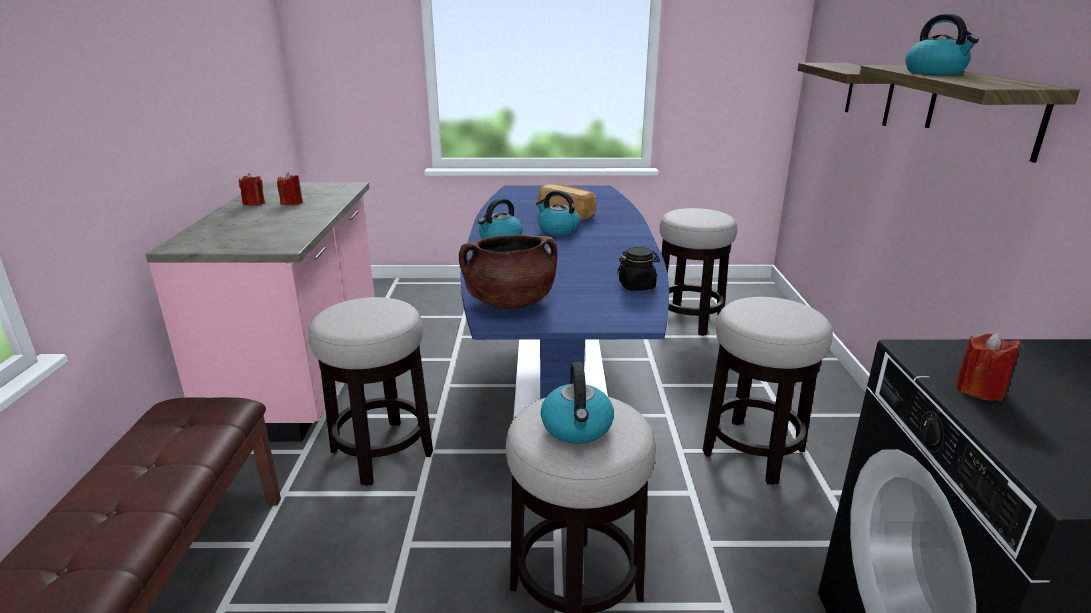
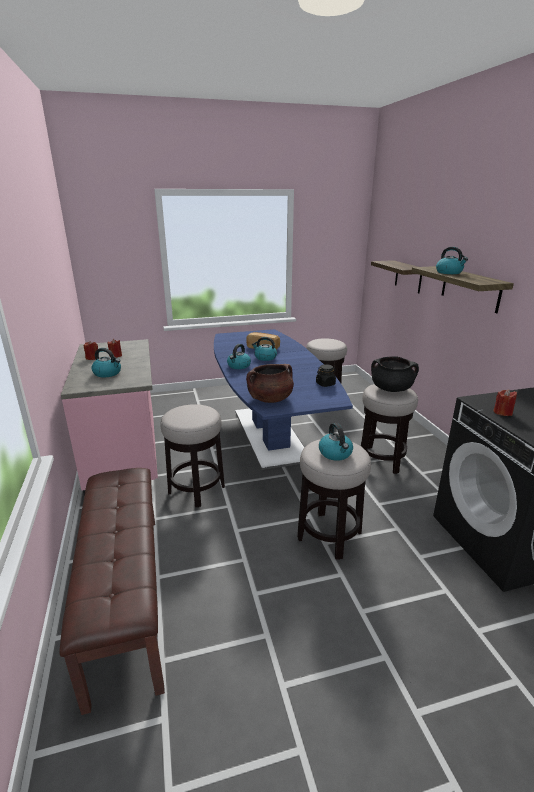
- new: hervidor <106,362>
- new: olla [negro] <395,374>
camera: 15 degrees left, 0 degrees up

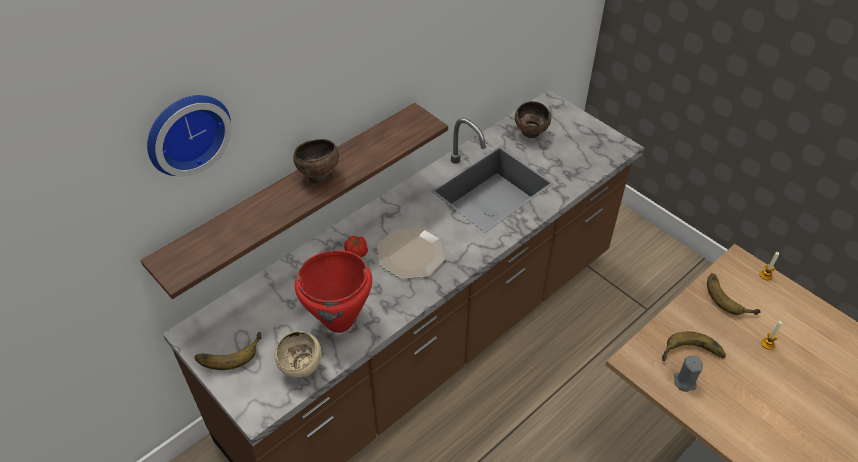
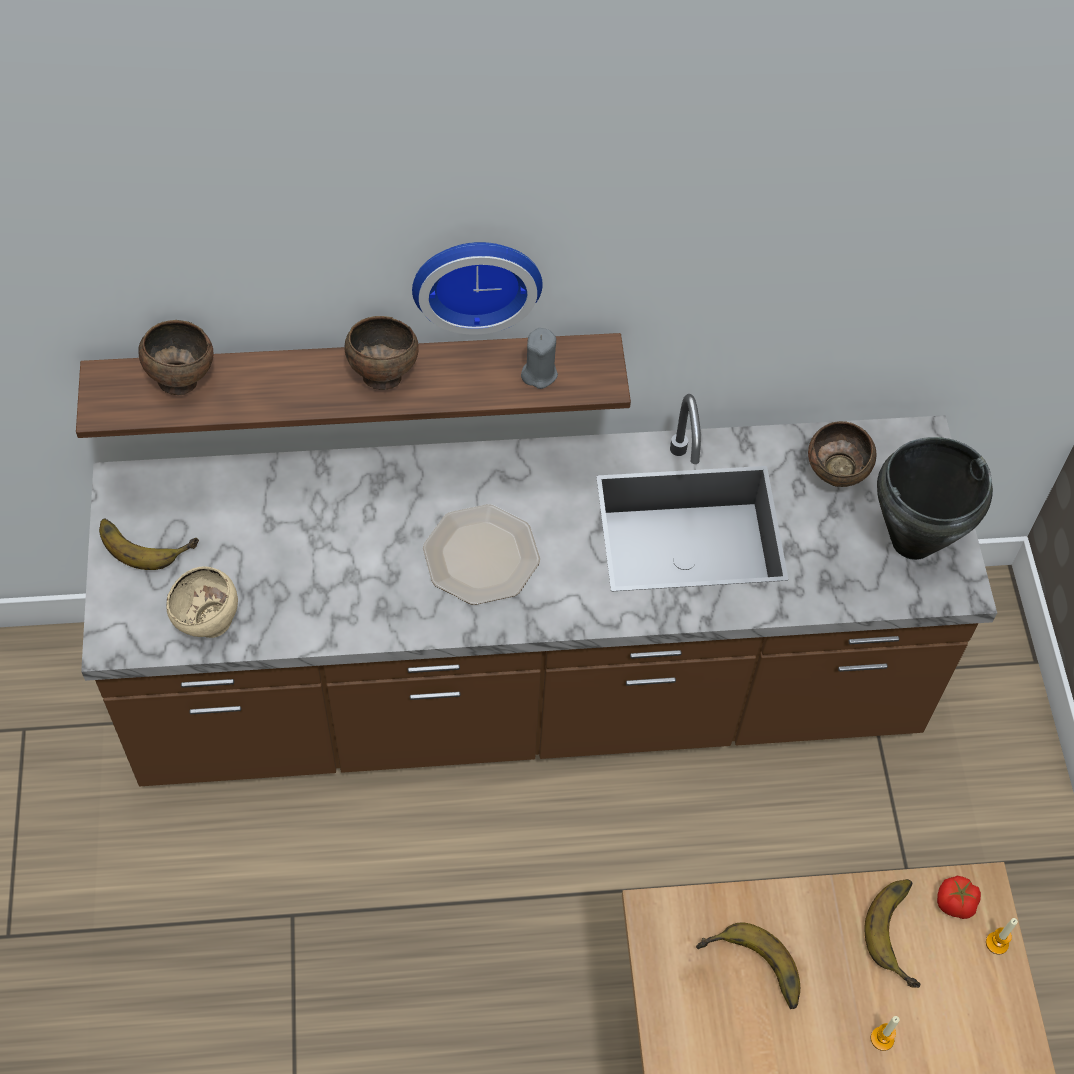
- gone: olla [rojo] <333,291>
- new: cuenco [marrón] <175,357>
- new: olla [negro] <935,498>
- shifted: reloj de pared <189,136> to <477,288>
- shifted: tomate <356,246> to <959,897>
- shifted: vela [gris] <688,373> to <539,358>
camera: 35 degrees right, 10 degrees up

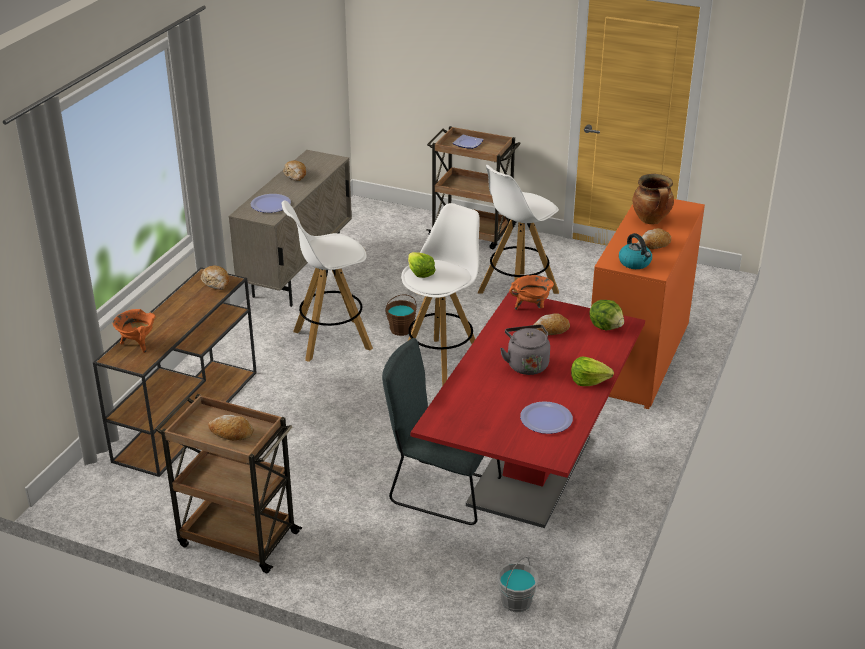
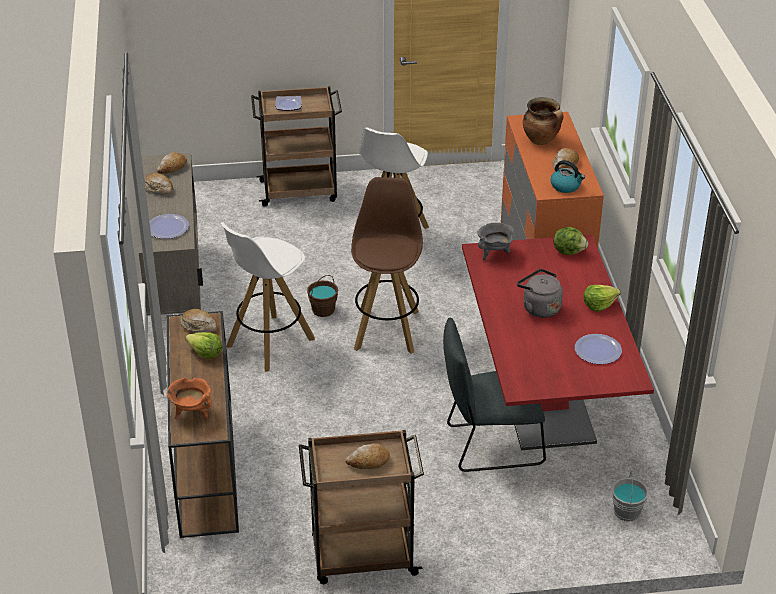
- shifted: lechuga <422,265> to <204,345>
- shifted: pan <551,324> to <172,163>
- repainted: taburete [blanco] <440,294> to taburete [marrón] <387,265>
- repainted: olla [naranja] <531,292> to olla [gris] <496,241>
camera: 30 degrees left, 5 degrees up

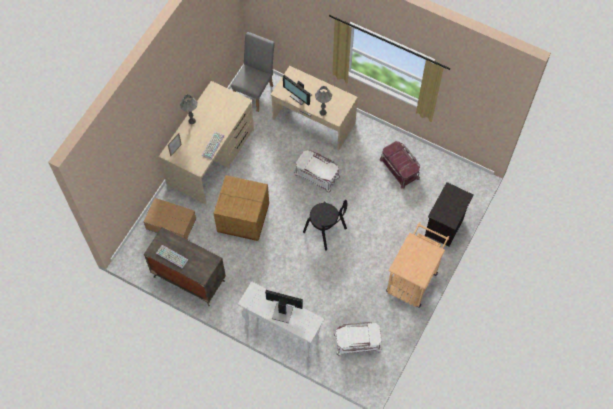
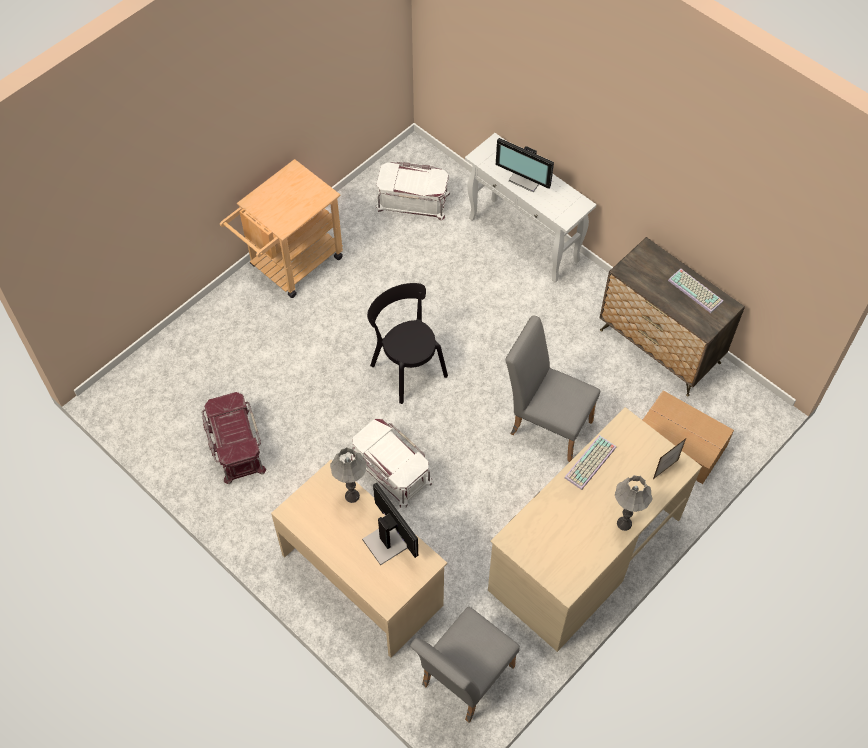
- gone: mesita de noche [negro] <449,214>
- swapped: caja de cartón <241,208> to silla [gris] <552,388>
camera: 165 degrees left, 5 degrees down

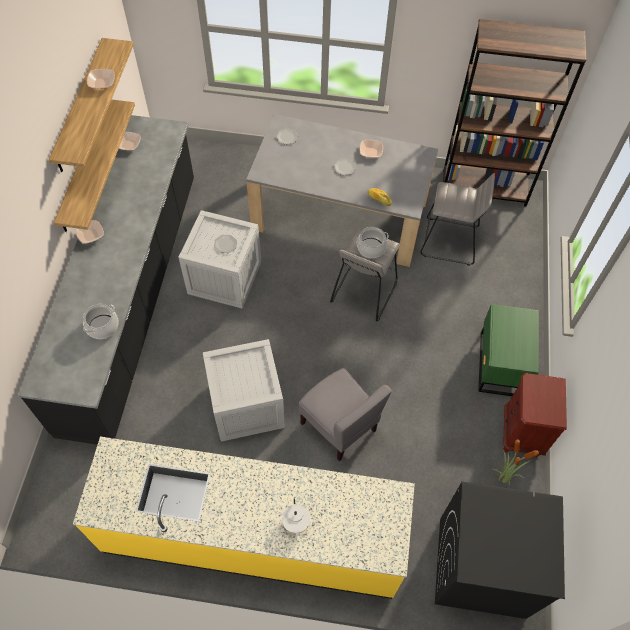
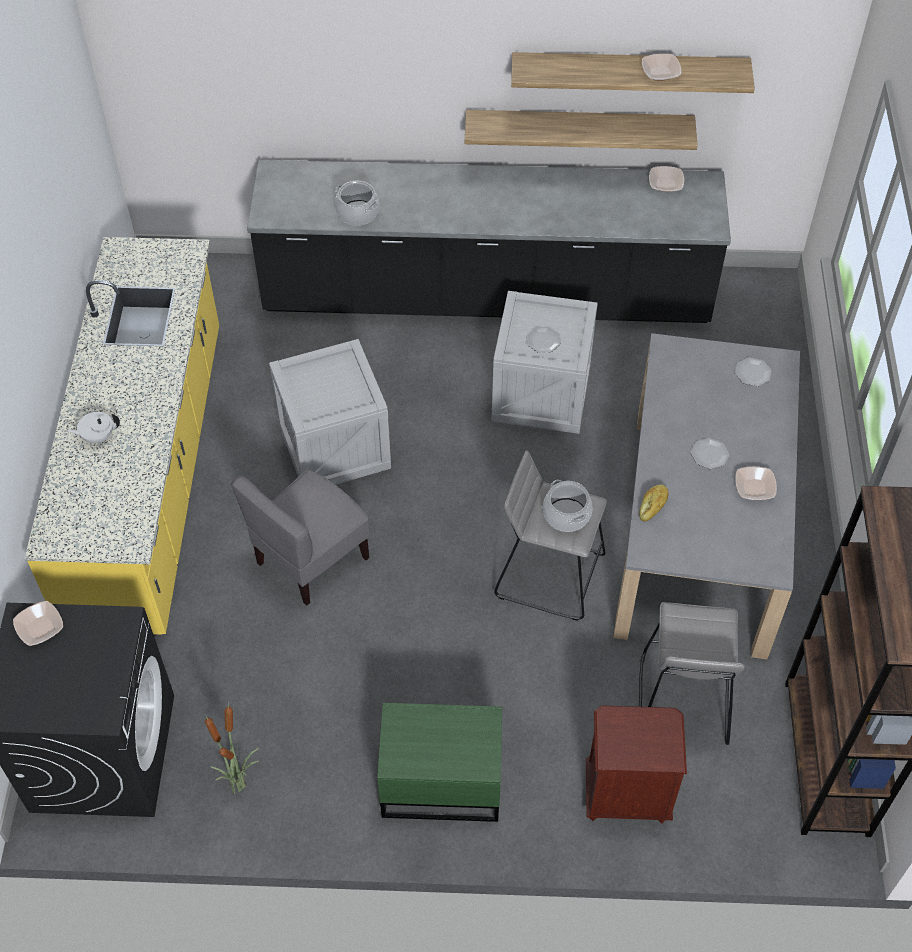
- shifted: cuenco <89,232> to <38,623>
- shifted: mesita de noche [marrón] <535,415> to <636,764>
camera: 85 degrees right, 5 degrees down

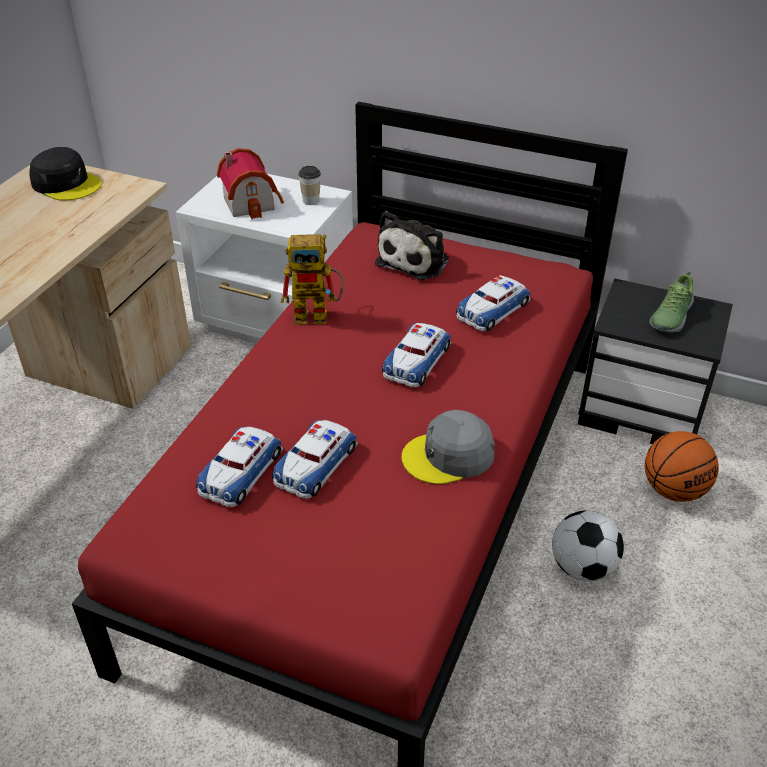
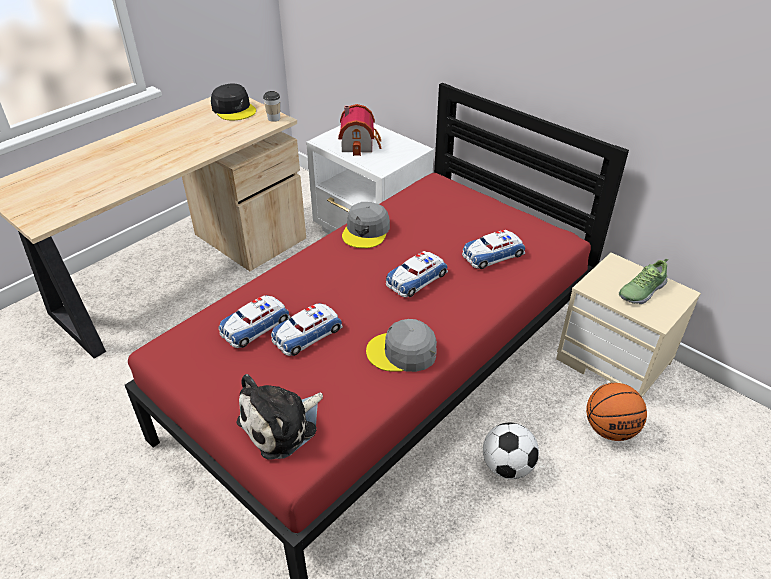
- shifted: taza <310,185> to <271,106>
- shifted: peluche <412,245> to <280,417>
- swapped: robot de juguete <312,279> to gorra [gris] <366,225>
- repainted: mesita de noche [negro] <655,361> to mesita de noche [beis] <628,325>
camera: 20 degrees right, 0 degrees up

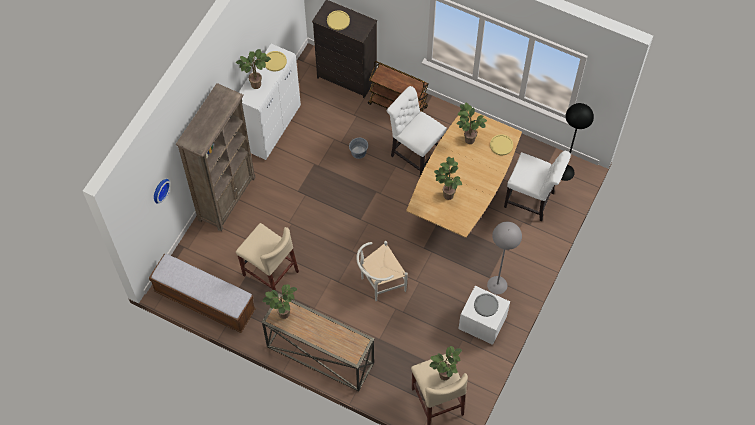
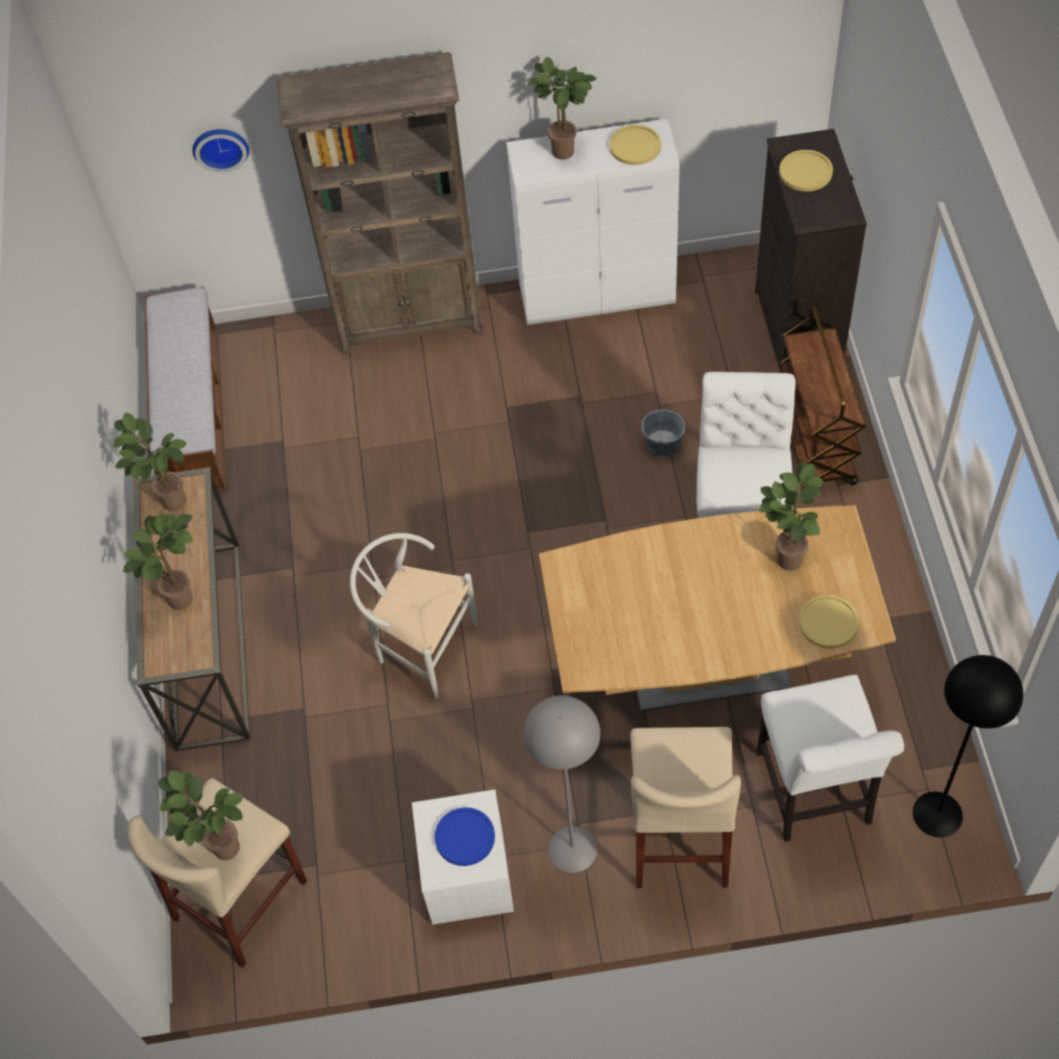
- shifted: taburete [beis] <267,257> to <685,807>
- shifted: planta en maceta <448,178> to <158,561>
- repainted: plato [gris] <486,305> to plato [azul] <465,836>
camera: 60 degrees right, 5 degrees down

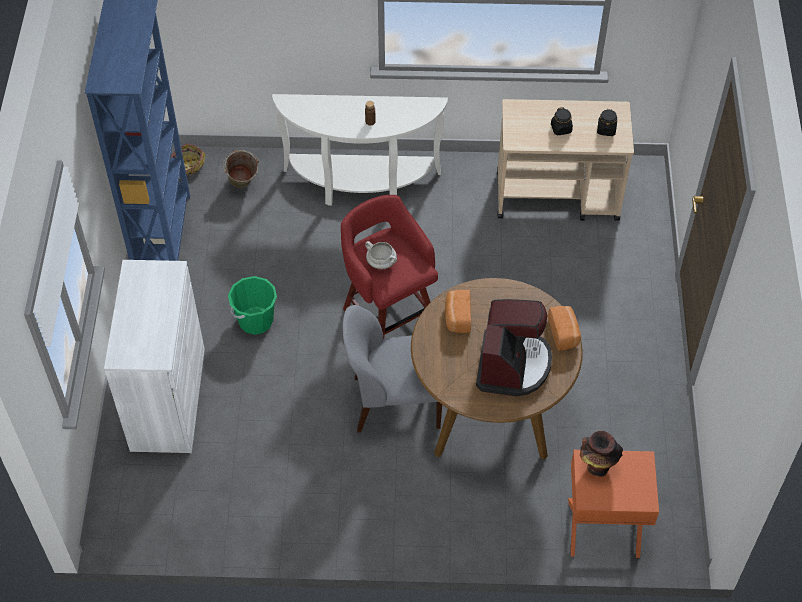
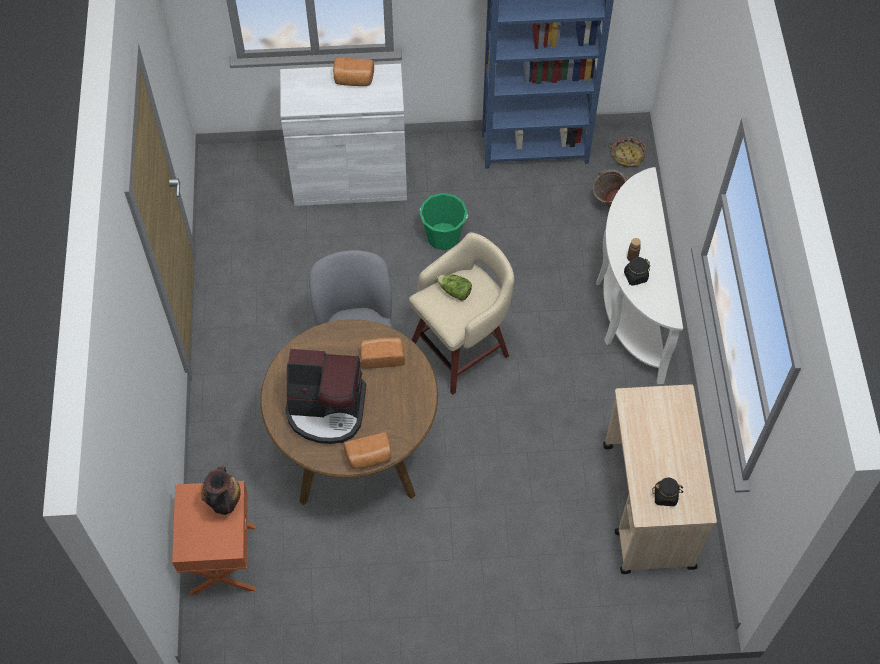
- new: pan <353,72>
- shifted: tarro [negro] <562,121> to <637,271>
- swapped: olla [blanco] <381,255> to lechuga <454,287>
- repainted: taburete [rojo] <389,267> to taburete [beis] <461,313>
camera: 85 degrees right, 5 degrees up

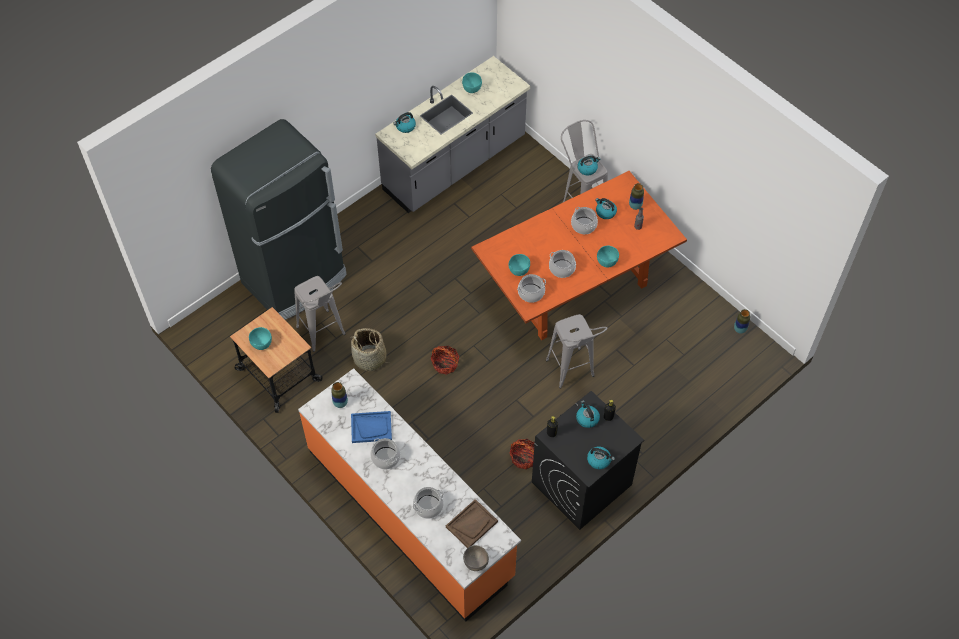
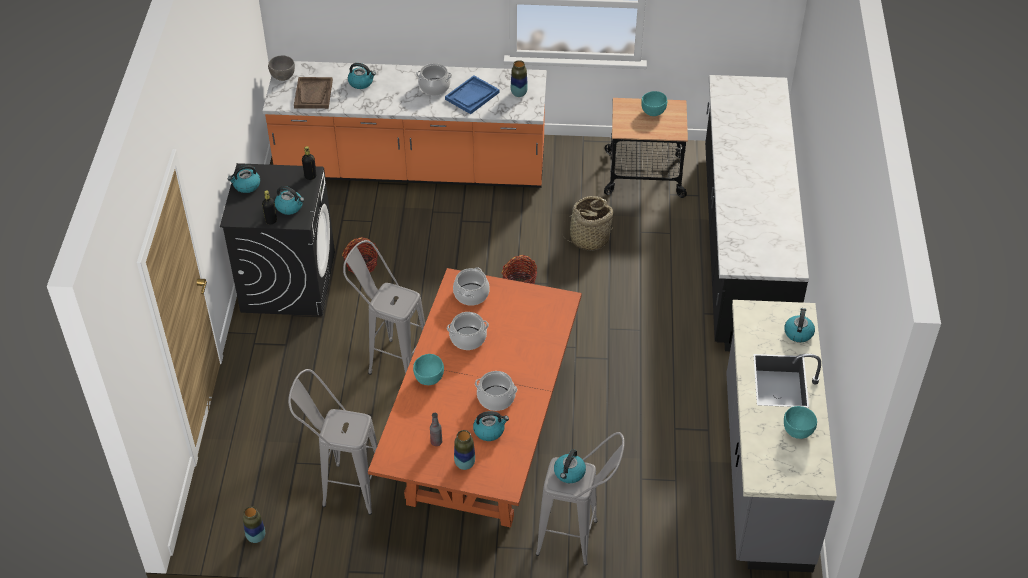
- gone: cuenco [turquesa] <519,265>
- shifted: taburete [gris] <320,314> to <333,442>
- swapped: nevera [negro] <279,219> to mueble bajo de cocina [negro] <757,213>
- swapped: olla <428,503> to hervidor <362,76>
camera: 135 degrees right, 10 degrees down

